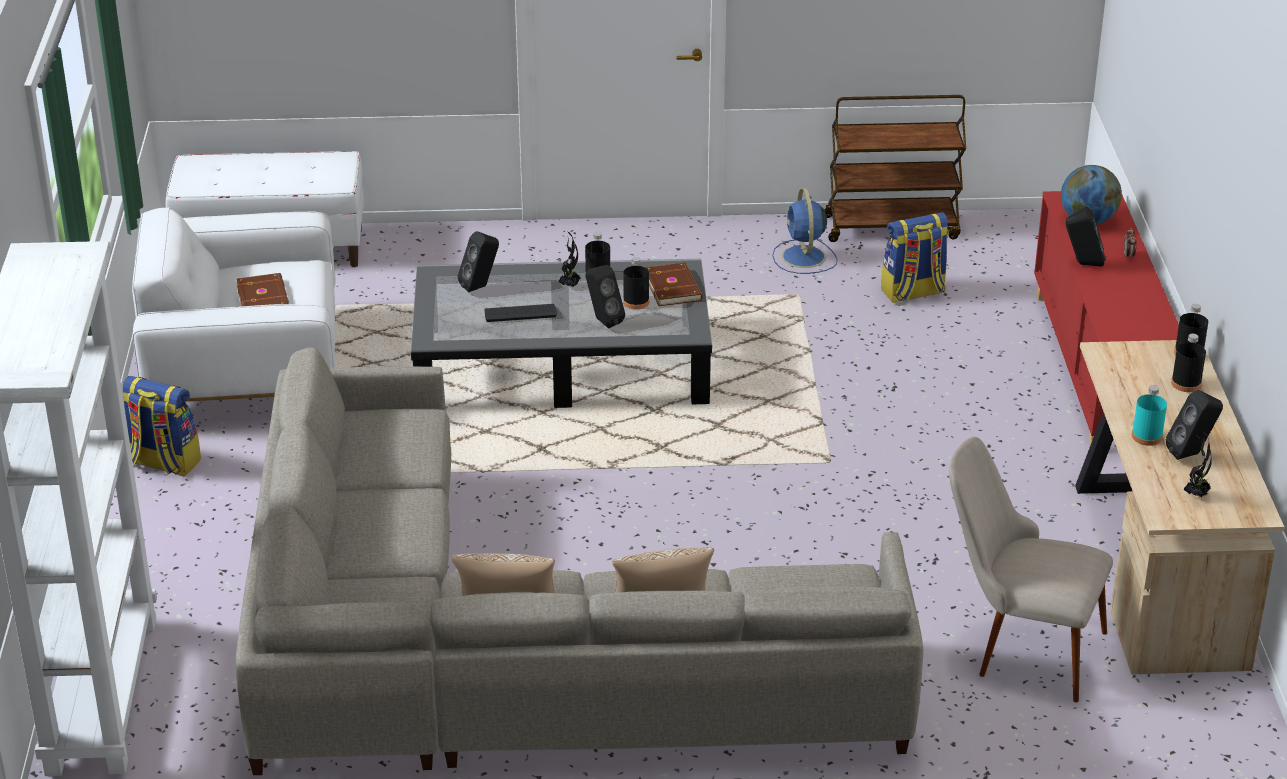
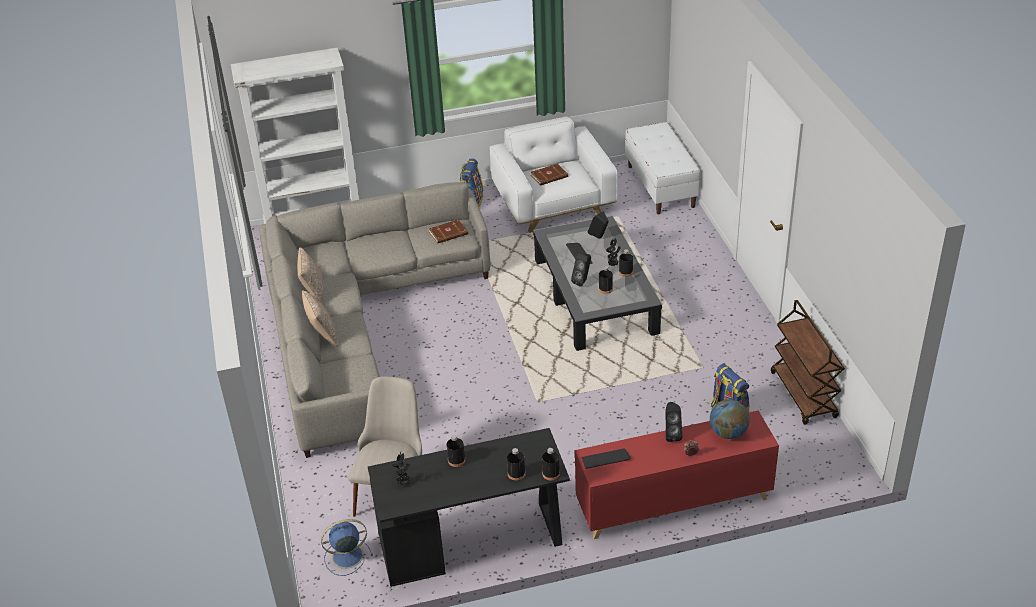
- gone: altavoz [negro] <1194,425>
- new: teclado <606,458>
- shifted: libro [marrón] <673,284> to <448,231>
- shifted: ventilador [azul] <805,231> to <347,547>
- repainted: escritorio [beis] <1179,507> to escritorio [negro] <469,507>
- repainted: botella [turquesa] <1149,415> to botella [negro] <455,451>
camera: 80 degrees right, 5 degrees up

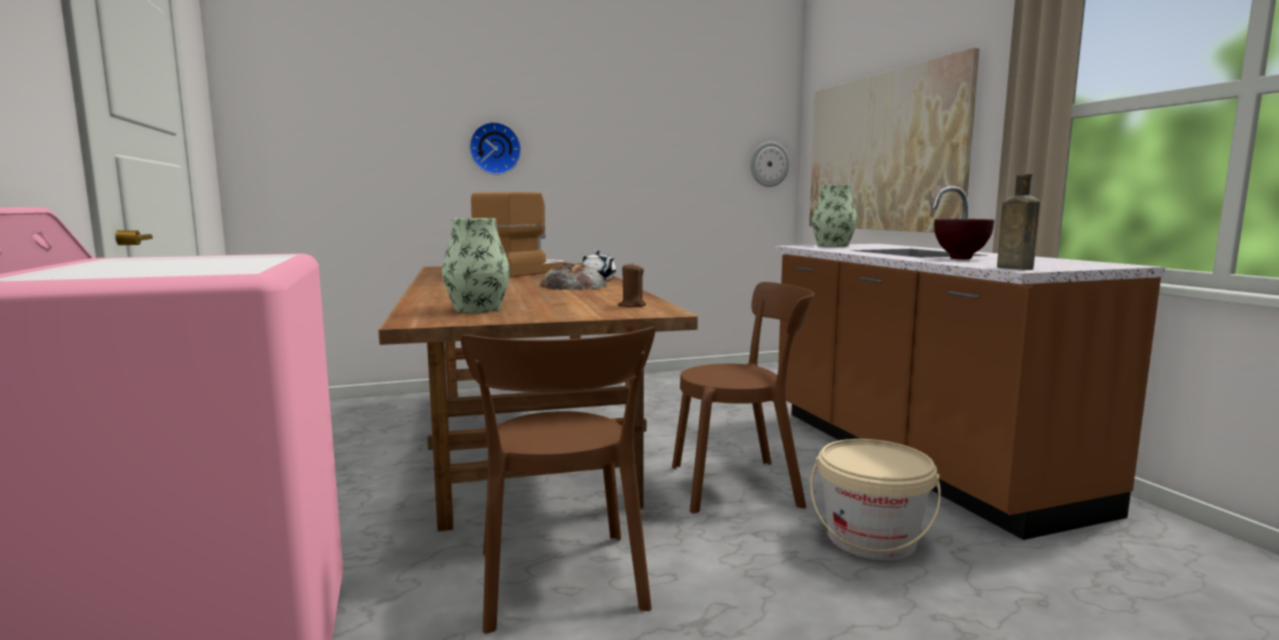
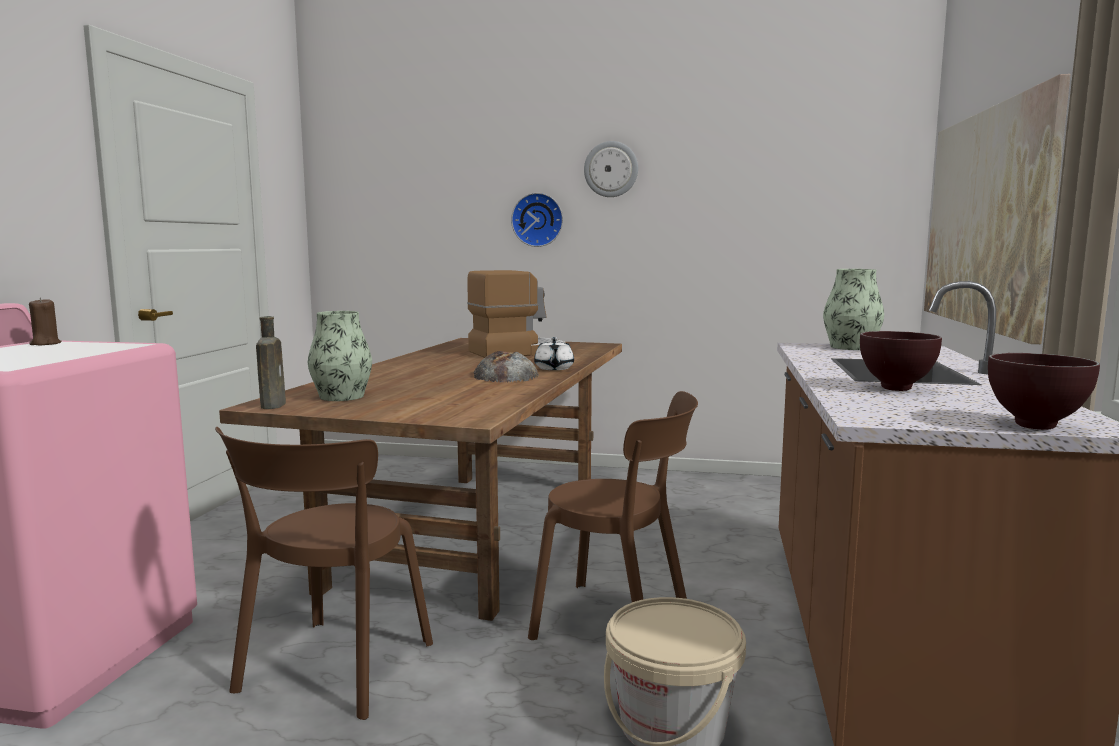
- new: cuenco [marrón] <1044,391>
- shifted: vela [marrón] <632,284> to <45,321>
- shifted: reloj de pared <770,164> to <611,169>
- shifted: botella [marrón] <1018,222> to <271,362>
camera: 30 degrees right, 0 degrees up

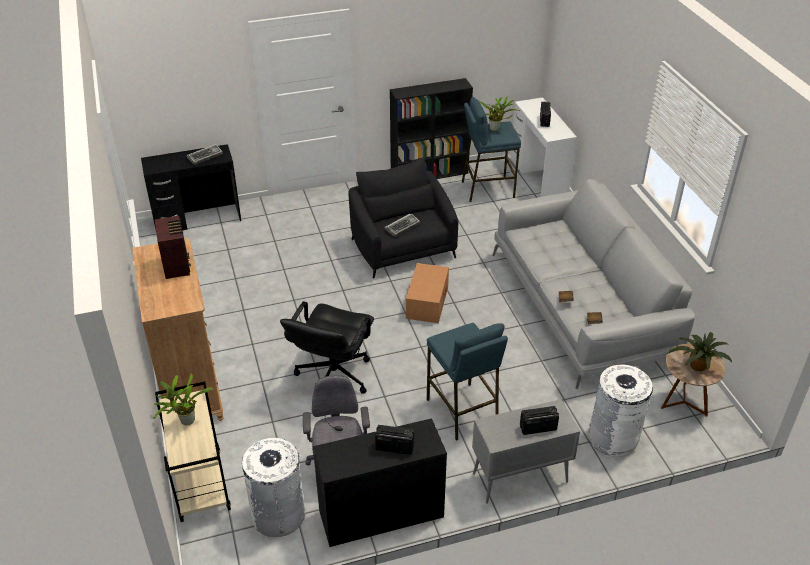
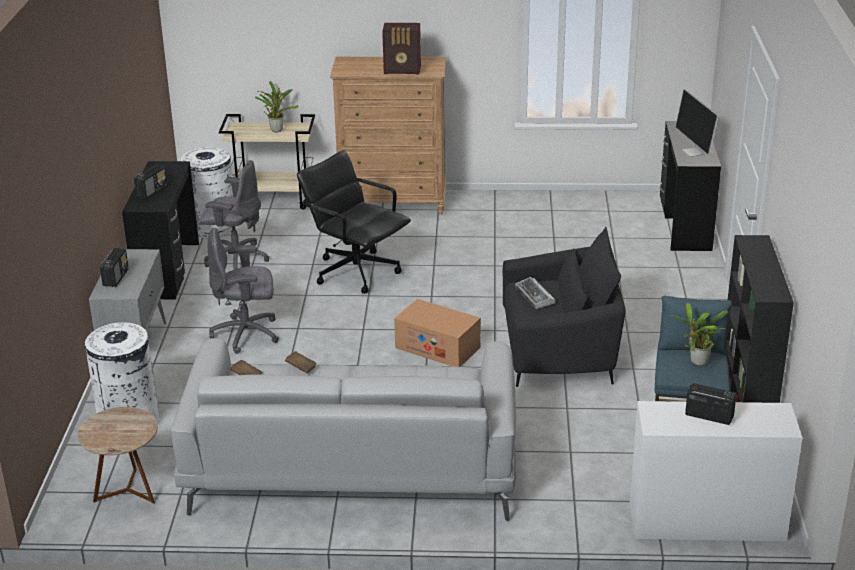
- gone: planta en maceta <699,351>
- swapped: teclado <205,154> to monitor <697,123>
- swapped: taburete [azul] <467,382> to silla de oficina [gris] <243,290>
camera: 110 degrees right, 10 degrees down

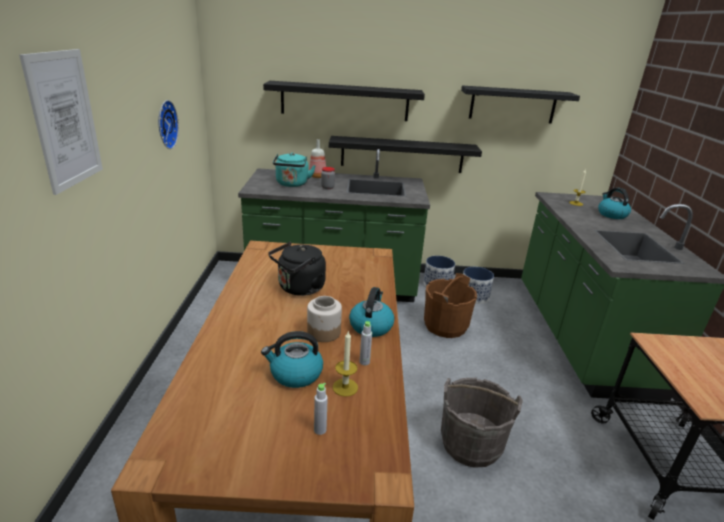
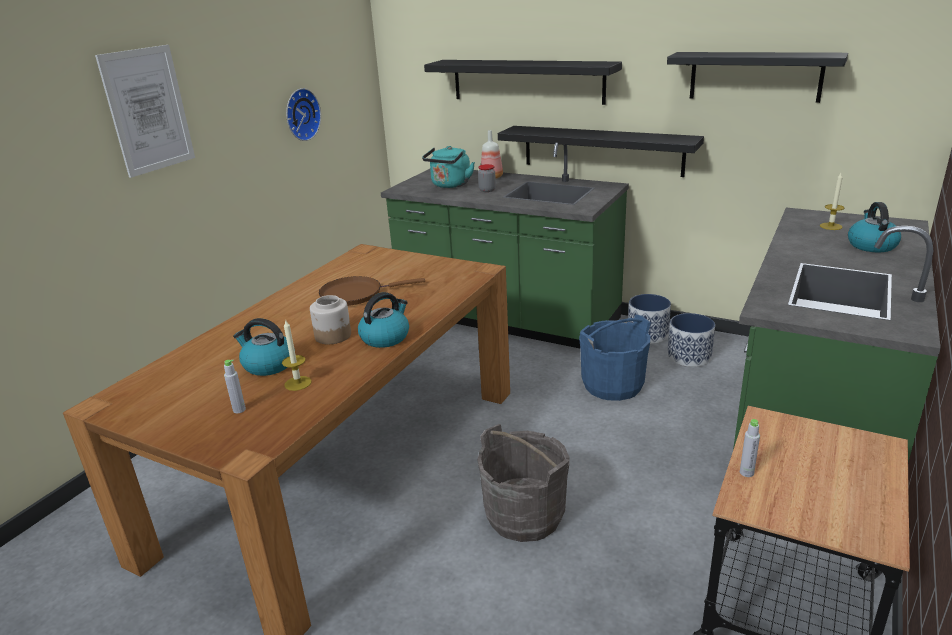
- shifted: botella [gris] <366,343> to <750,448>
- swapped: hervidor [negro] <297,269> to sartén [marrón] <372,291>
- repainted: cubo [marrón] <450,305> to cubo [azul] <615,358>
camera: 30 degrees right, 0 degrees up

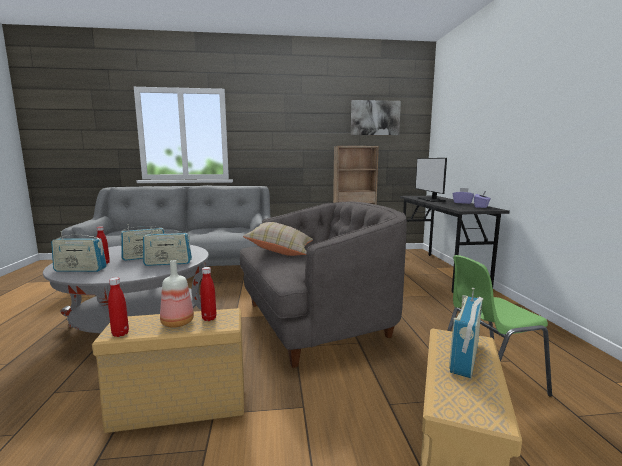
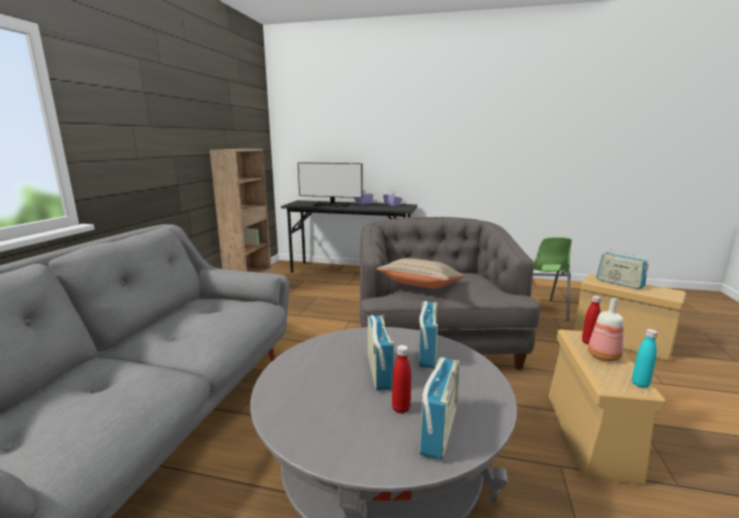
- gone: cuadro <376,117>
- repainted: botella [rojo] <118,307> to botella [turquesa] <645,358>
camera: 70 degrees left, 5 degrees up

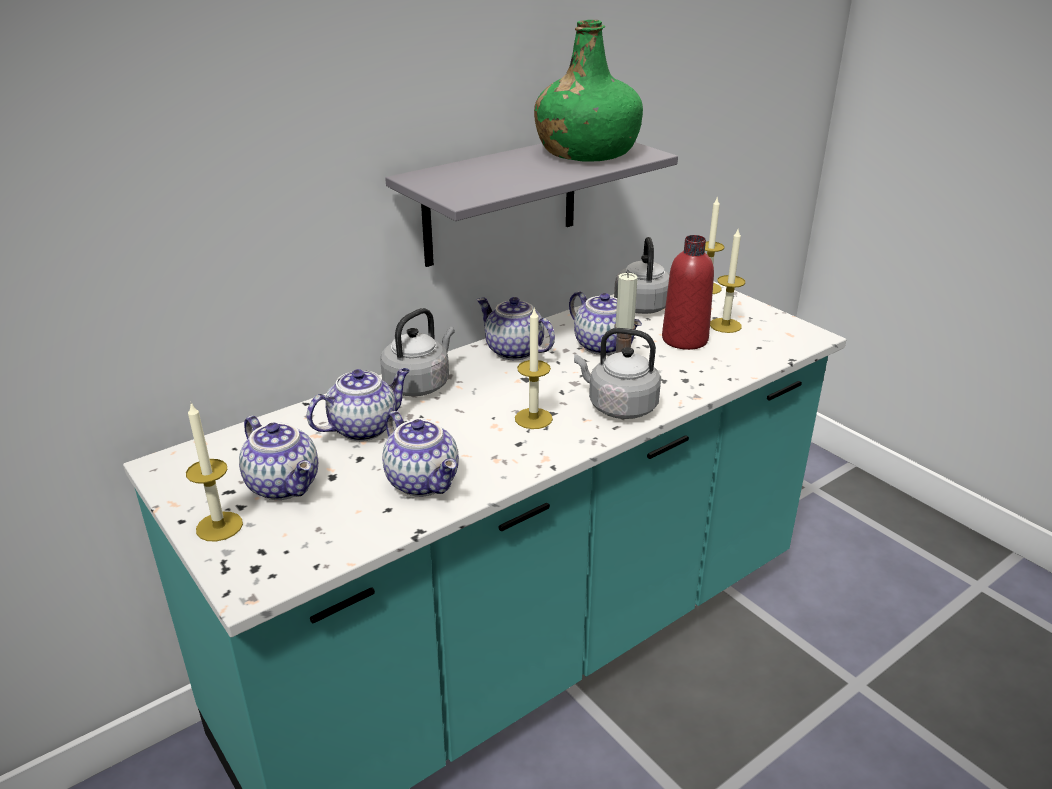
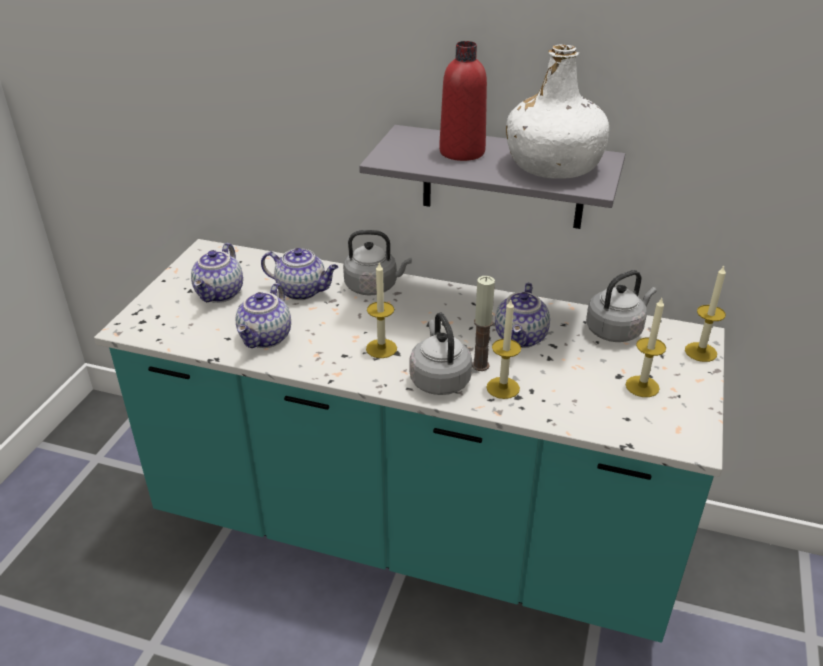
- gone: tetera <515,328>
- shifted: vela <214,472> to <503,349>
- shifted: botella [rojo] <688,292> to <463,101>
- repainted: botella [verde] <588,90> to botella [blanco] <557,111>
camera: 55 degrees right, 5 degrees up

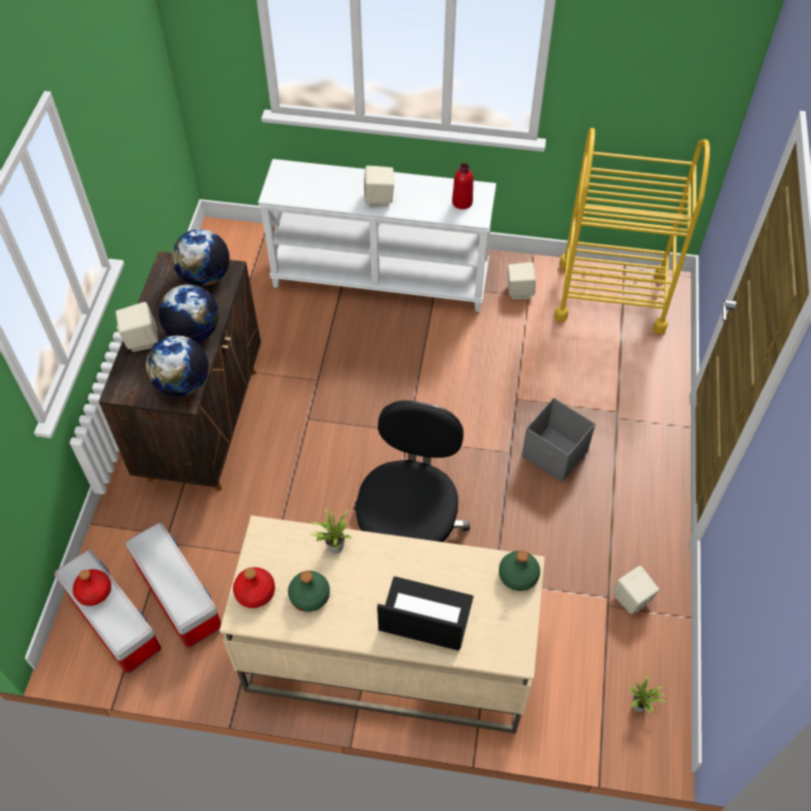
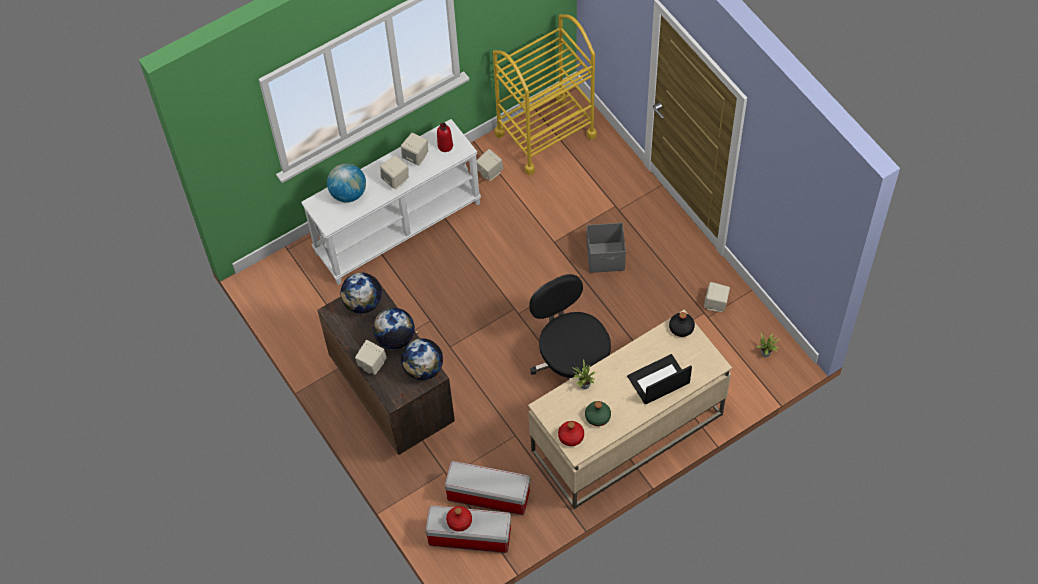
- new: globo terráqueo <346,183>
- new: altavoz [beis] <414,149>
- repainted: botella [verde] <519,571> to botella [negro] <682,324>
camera: 40 degrees left, 5 degrees up

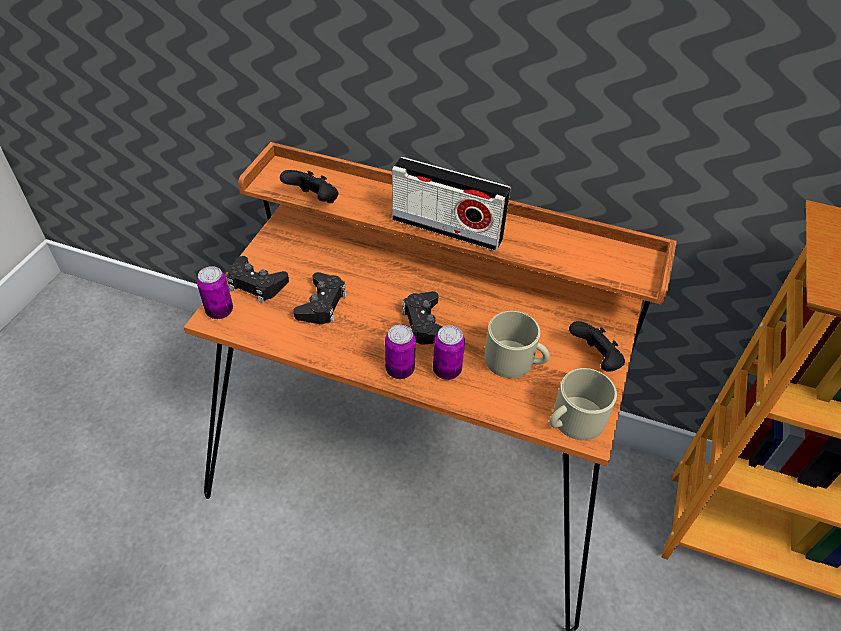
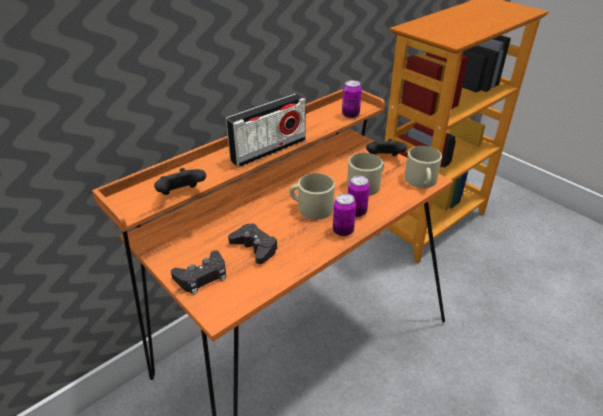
- shifted: lata <215,292> to <352,99>
- swapped: mando de consola [negro] <422,318> to taza grande [beis] <312,196>
camera: 60 degrees left, 10 degrees down

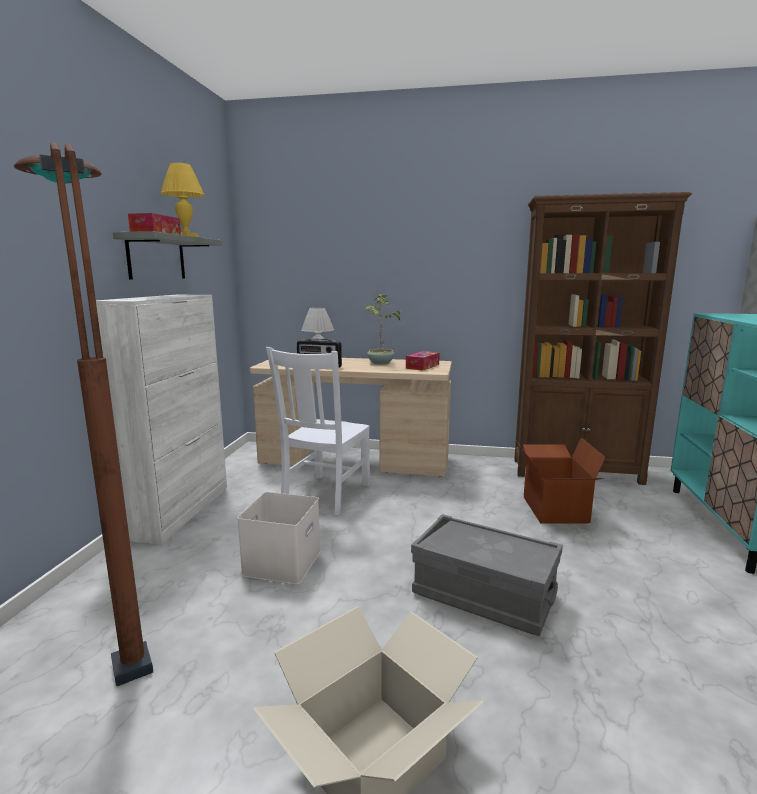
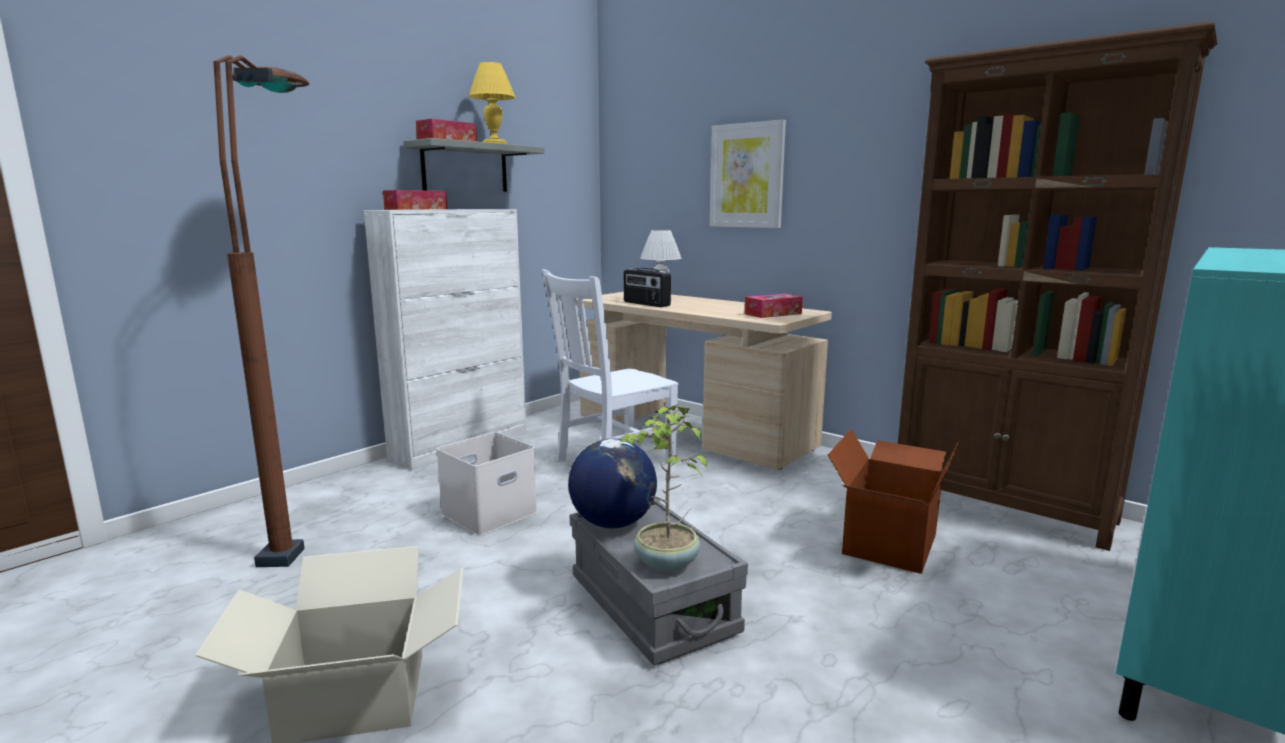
- new: caja de pañuelos <415,200>
- new: globo terráqueo <612,483>
- new: cuadro <748,174>
- shifted: planta en maceta <382,329> to <663,488>
camera: 30 degrees right, 0 degrees up

